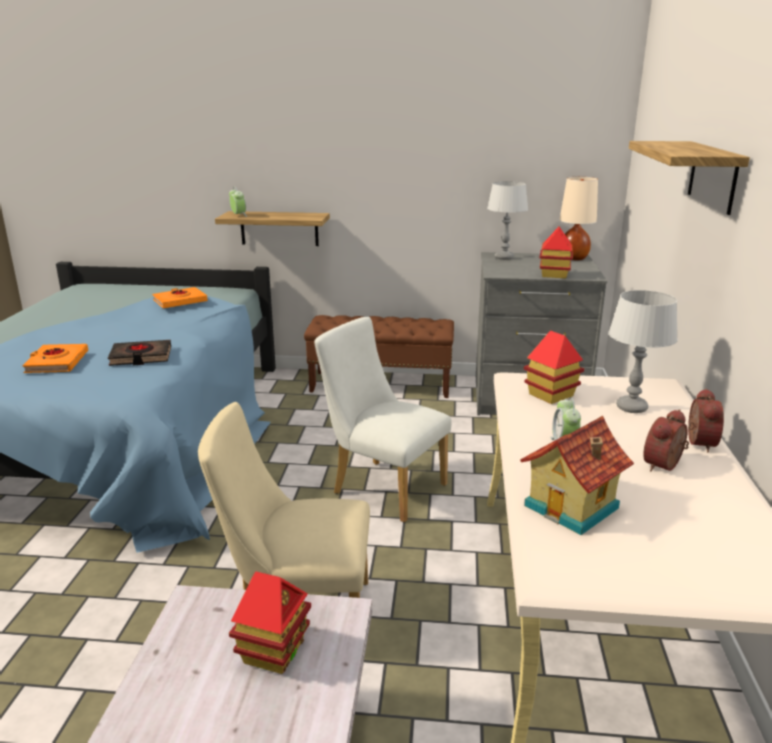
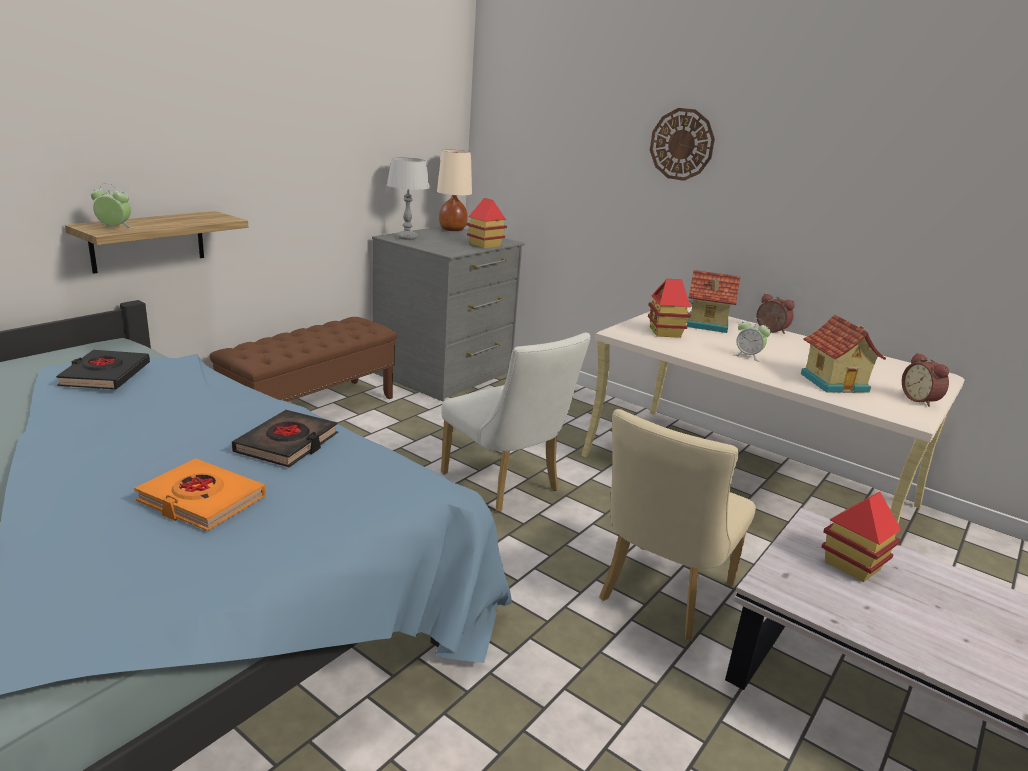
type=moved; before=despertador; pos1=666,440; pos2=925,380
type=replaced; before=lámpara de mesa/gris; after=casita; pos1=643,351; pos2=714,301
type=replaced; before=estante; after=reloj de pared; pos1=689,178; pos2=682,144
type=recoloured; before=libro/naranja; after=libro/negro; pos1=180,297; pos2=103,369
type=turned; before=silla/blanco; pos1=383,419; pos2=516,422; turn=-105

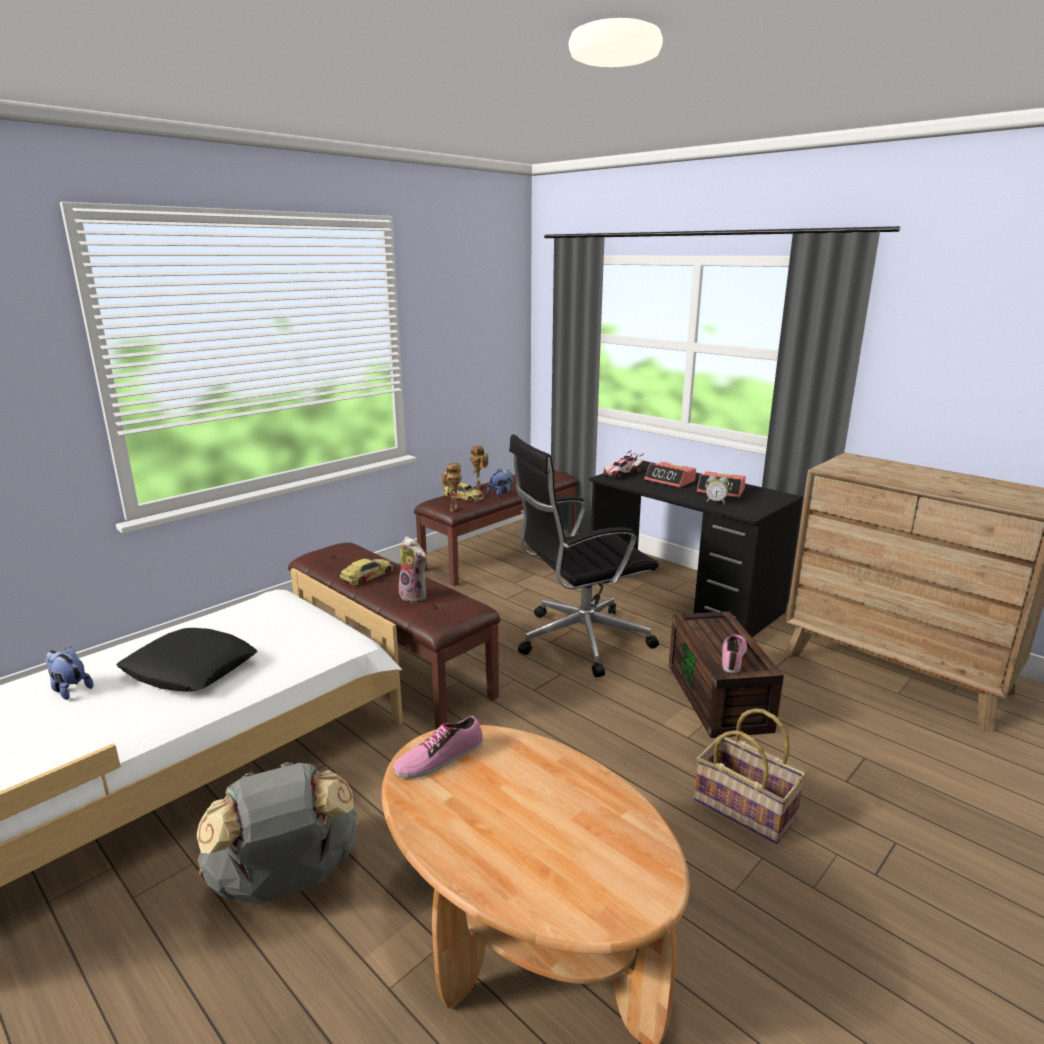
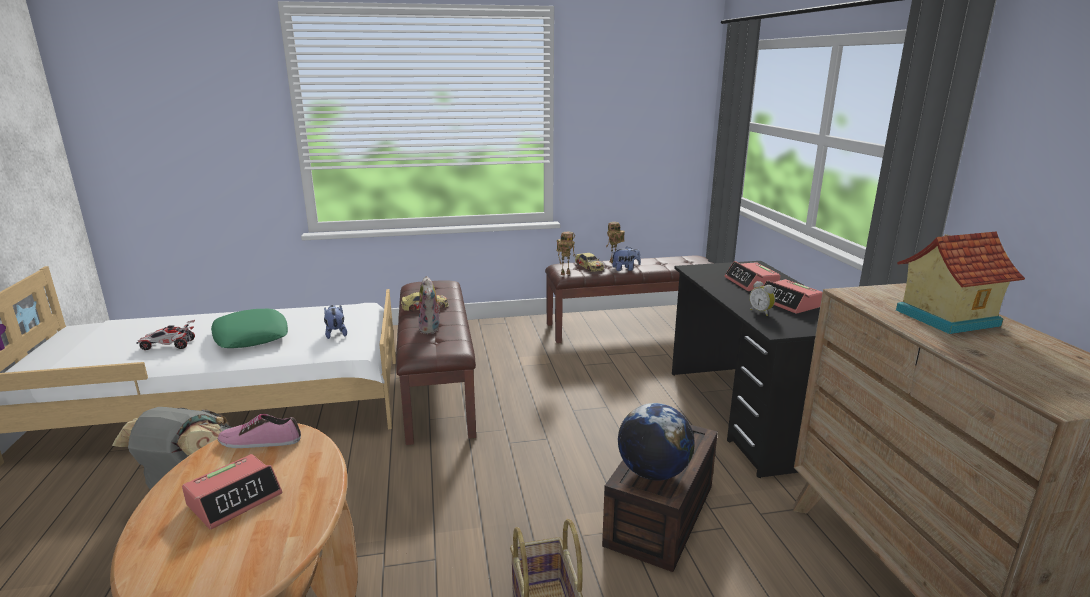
type=removed; before=silla de oficina/negro; pos1=584,555
type=added; after=despertador; pos2=232,492
type=added; after=casita; pos2=960,282
type=moved; before=peluche; pos1=69,673; pos2=335,322
type=moved; before=coche de juguete; pos1=623,464; pos2=165,335
type=replaced; before=zapato; after=globo terráqueo; pos1=734,654; pos2=656,441
type=recoloured; before=cojín/negro; after=cojín/verde; pos1=186,660; pos2=249,328

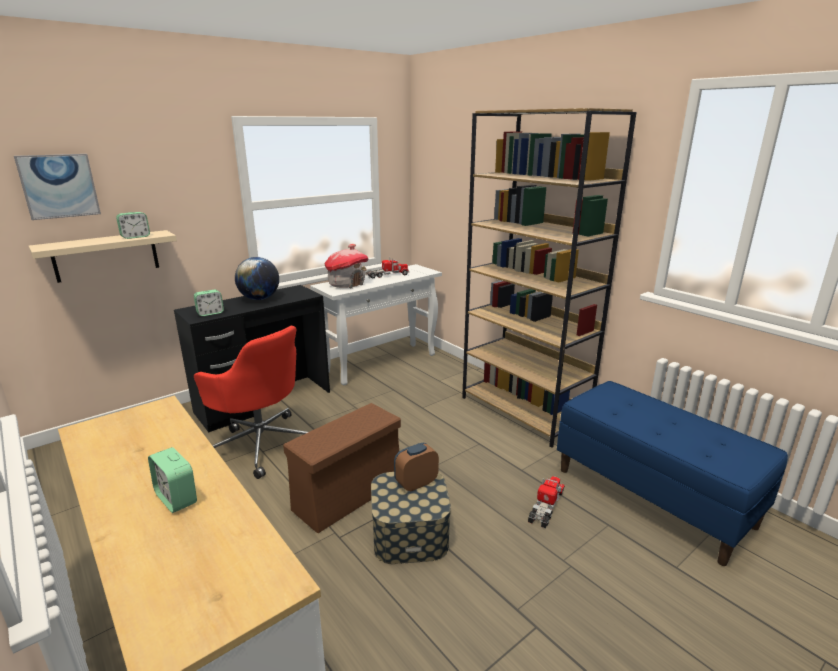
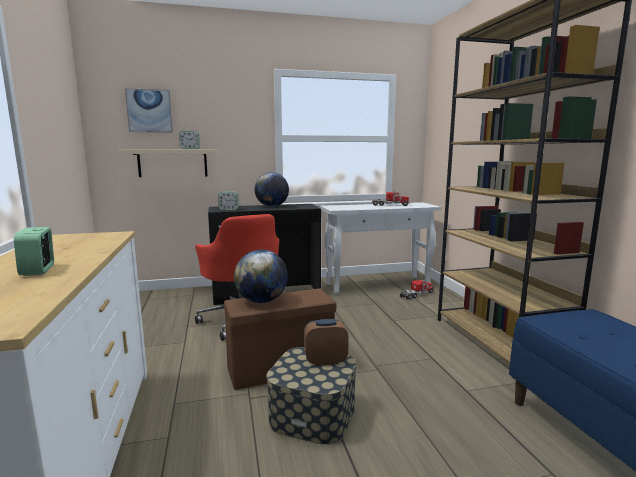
type=removed; before=casita; pos1=346,266
type=added; after=globo terráqueo; pos2=261,276
type=moved; before=camión de juguete; pos1=546,502; pos2=417,288

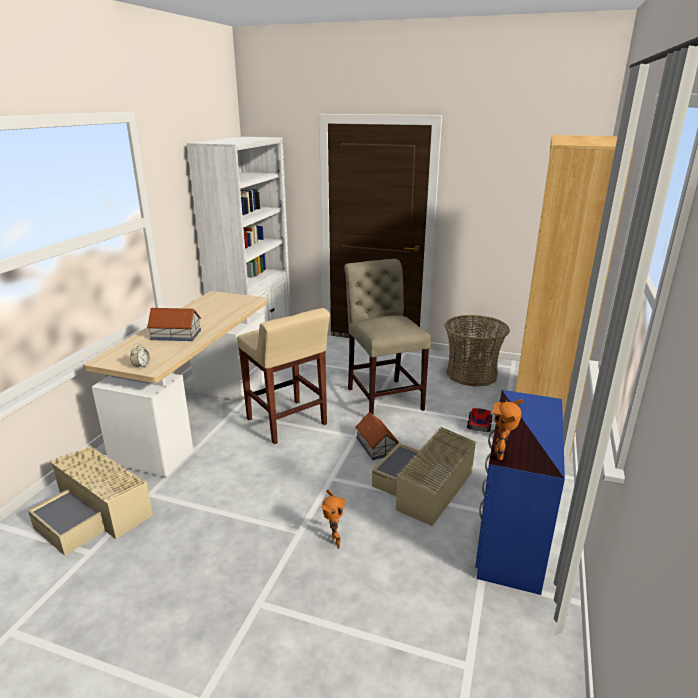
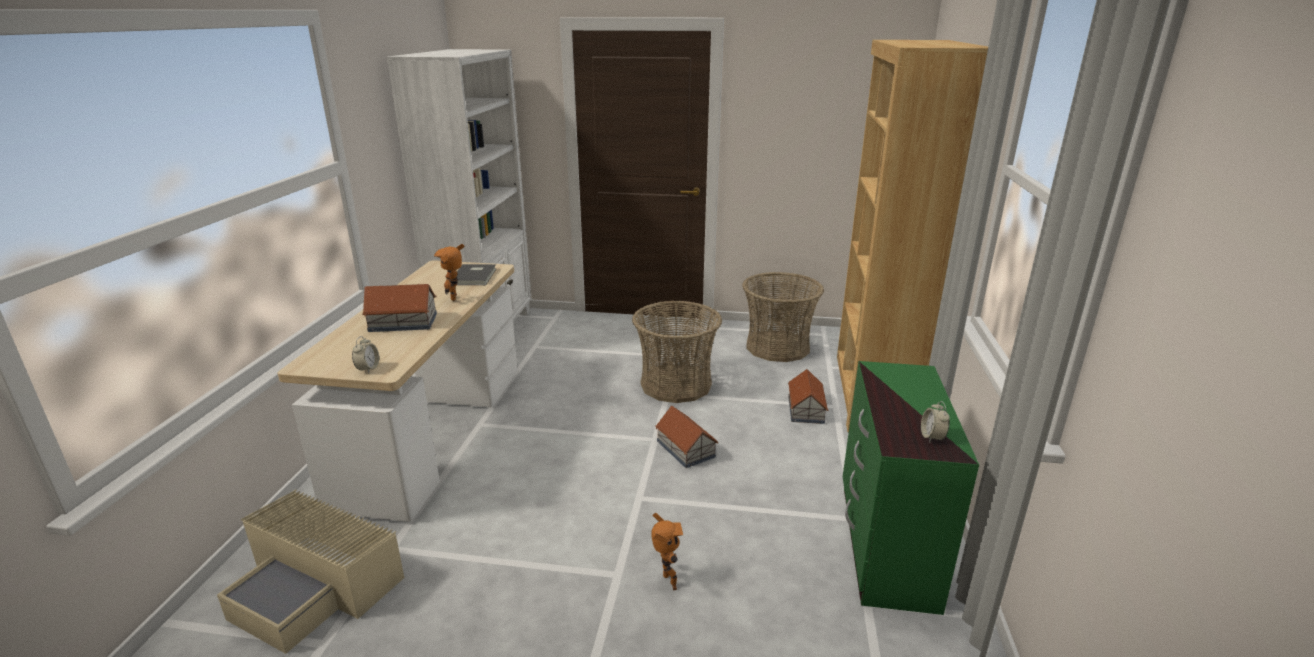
type=removed; before=taburete/beis; pos1=283,376
type=removed; before=caja de almacenaje/beis; pos1=424,476
type=added; after=libro/gris; pos2=476,274
type=added; after=despertador; pos2=935,421
type=moved; before=robot de juguete; pos1=508,430; pos2=449,272
type=replaced; before=silla/beis; after=cesta; pos1=387,337; pos2=677,352
type=replaced; before=coche de juguete; after=casita; pos1=479,420; pos2=808,396
type=recoloured; before=cómoda/azul; after=cómoda/verde; pos1=520,492; pos2=911,488

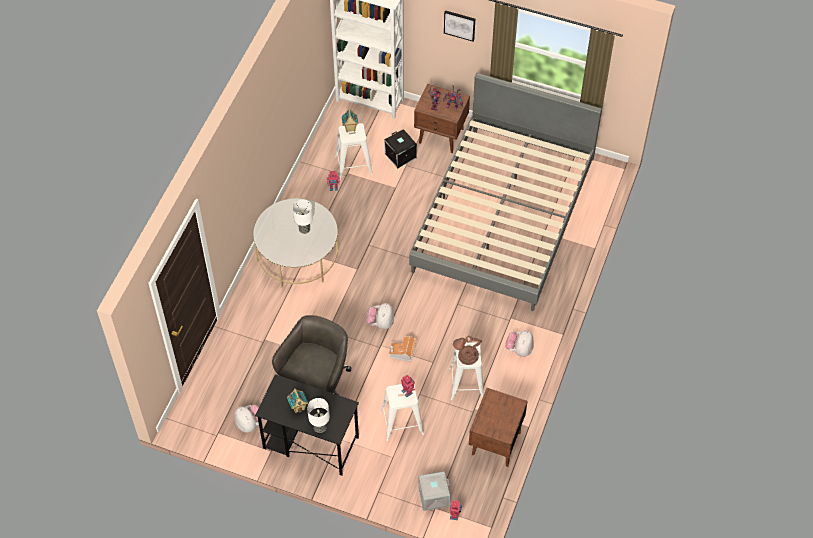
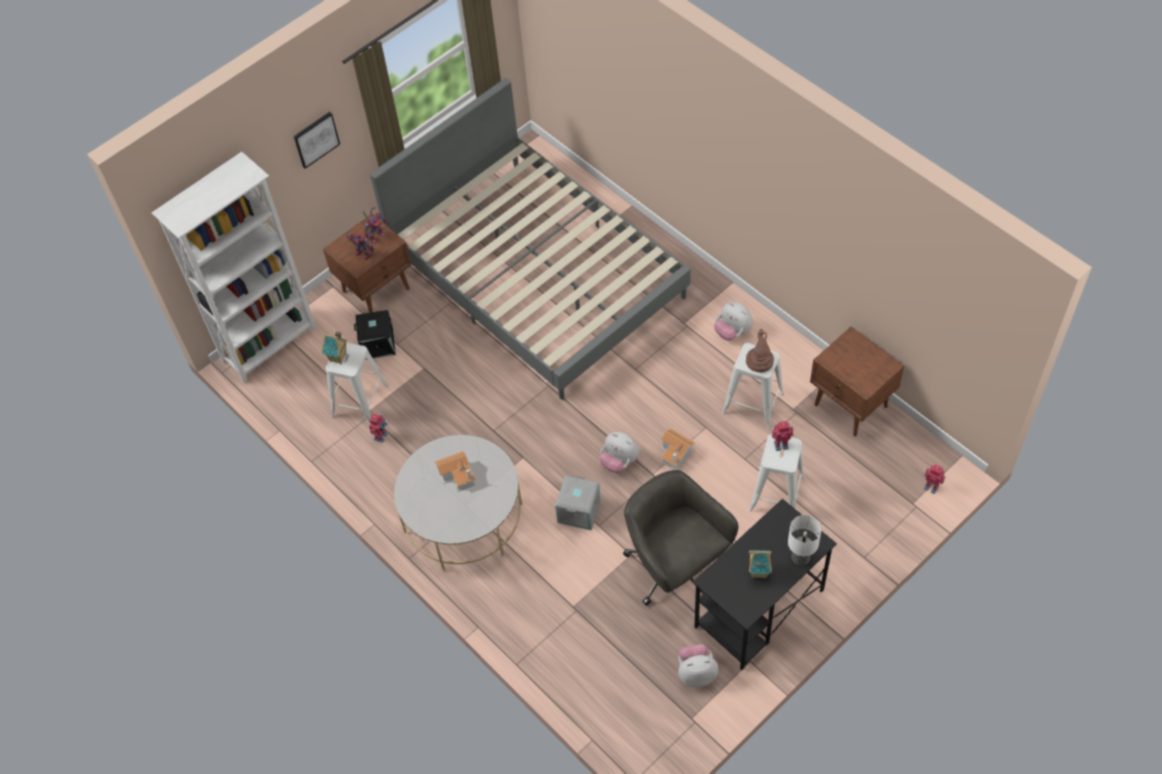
type=moved; before=caja de almacenaje/gris; pos1=434,491; pos2=578,503
type=replaced; before=lámpara de mesa; after=casita; pos1=303,216; pos2=454,471

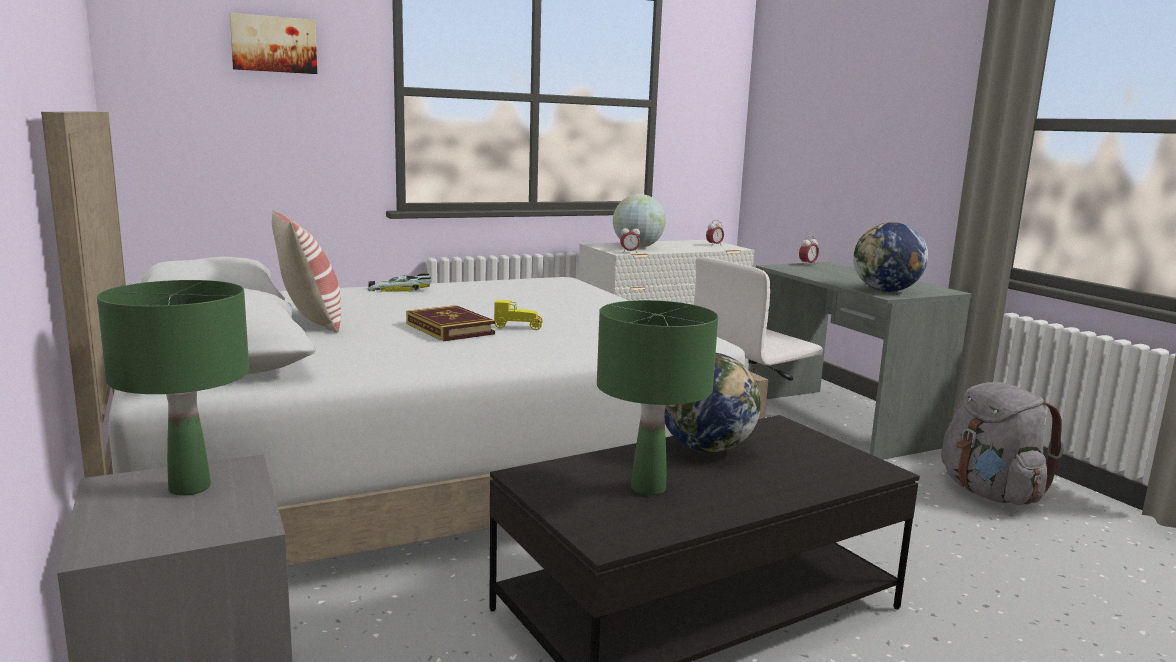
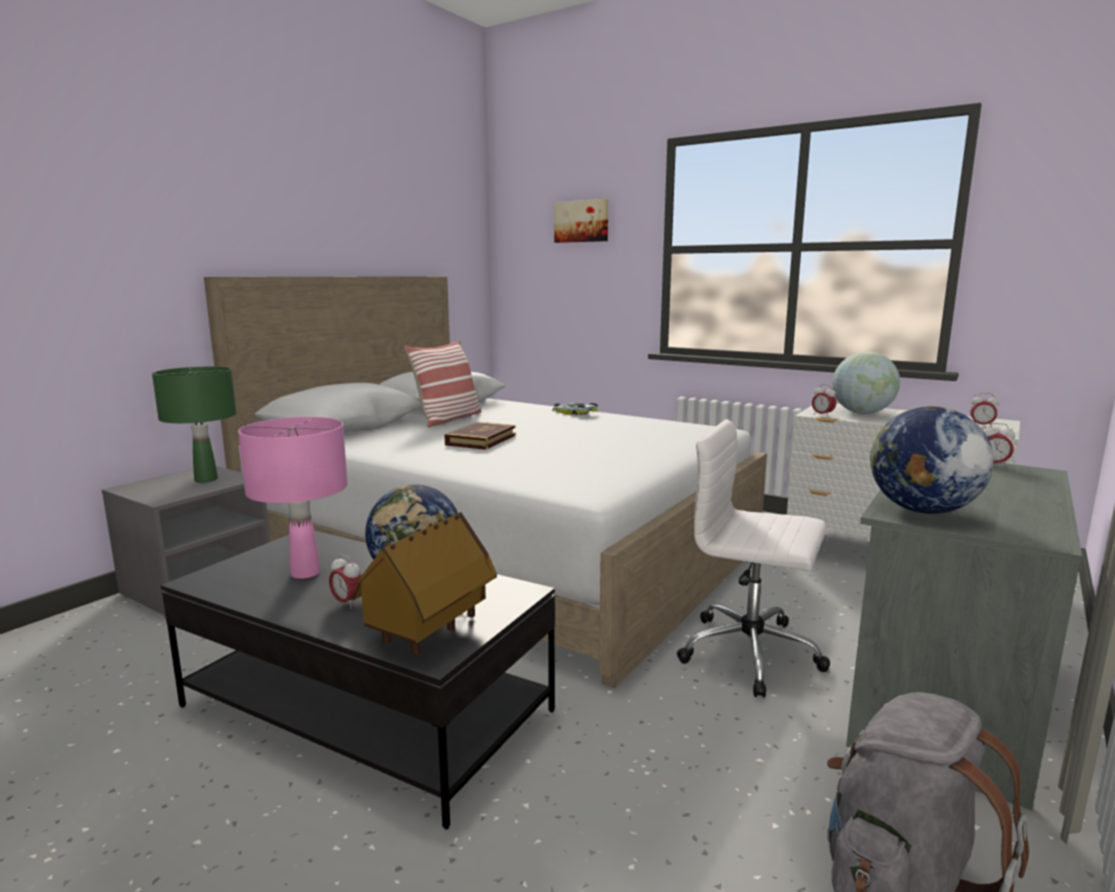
type=removed; before=coche de juguete/amarillo; pos1=518,315
type=added; after=despertador; pos2=345,582
type=added; after=casita; pos2=424,583
type=recoloured; before=lámpara de mesa/verde; after=lámpara de mesa/rosa; pos1=657,397; pos2=293,498

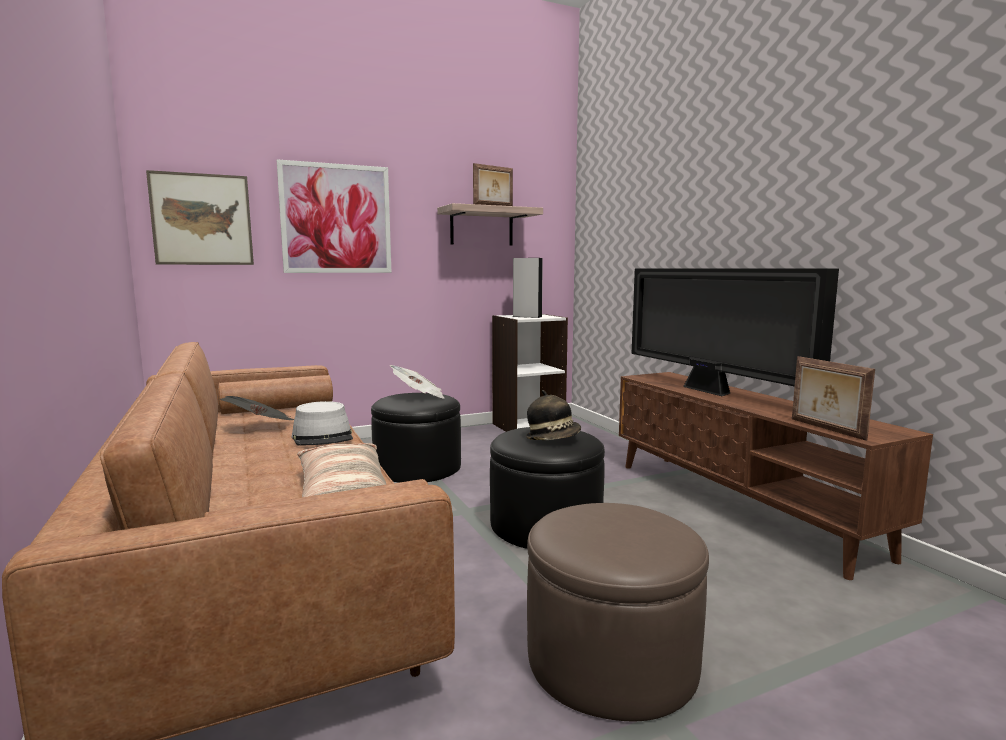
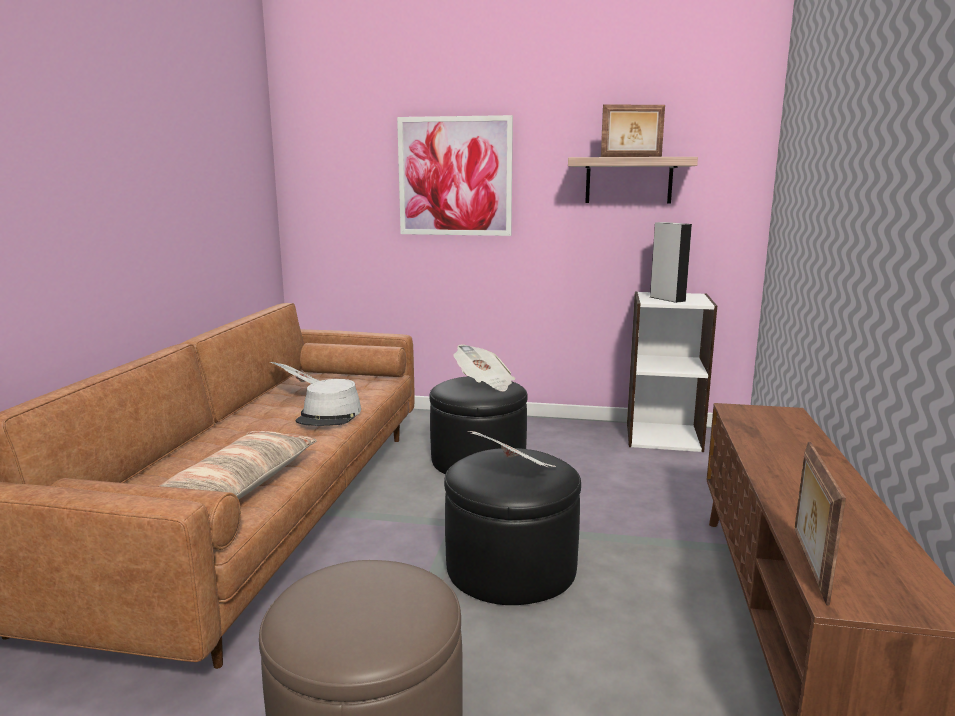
type=removed; before=cuadro; pos1=200,217
type=removed; before=televisor; pos1=735,332
type=replaced; before=sombrero; after=periódico; pos1=553,415; pos2=512,449

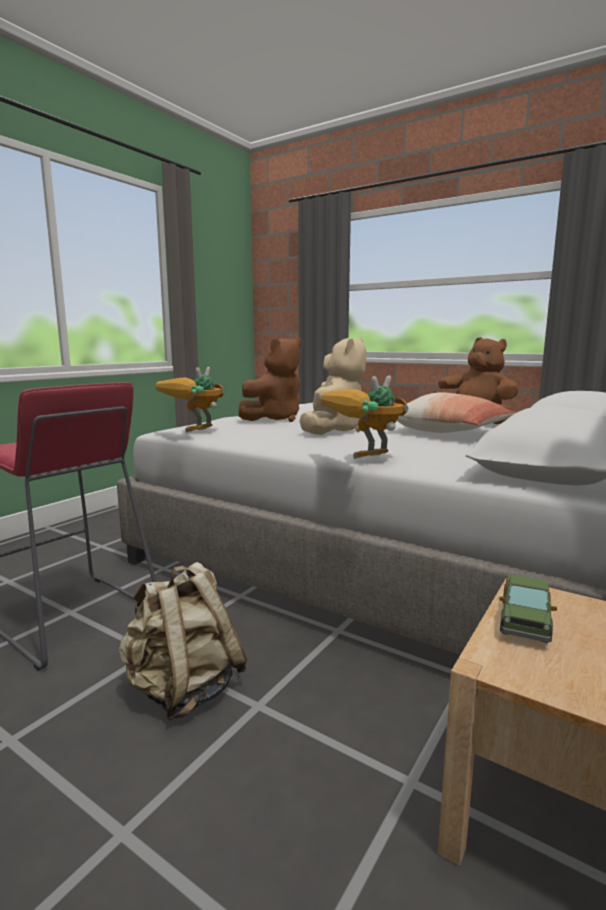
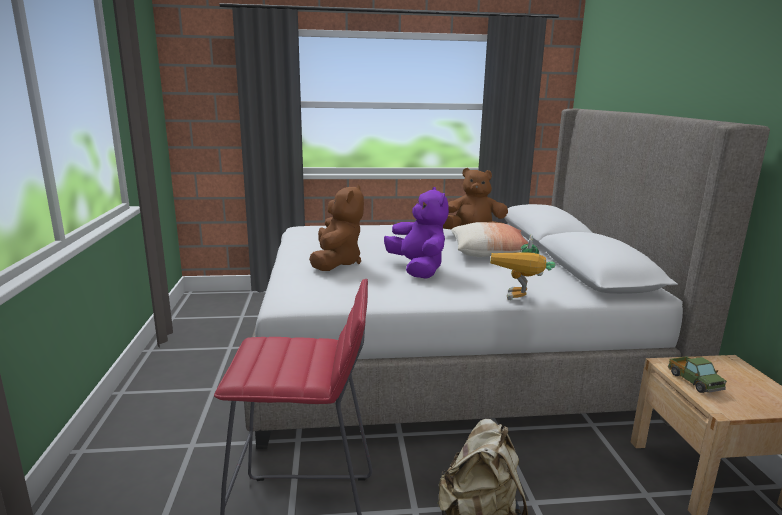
type=removed; before=robot de juguete; pos1=190,400
type=recoloured; before=peluche/beis; after=peluche/morado; pos1=332,386; pos2=416,233

